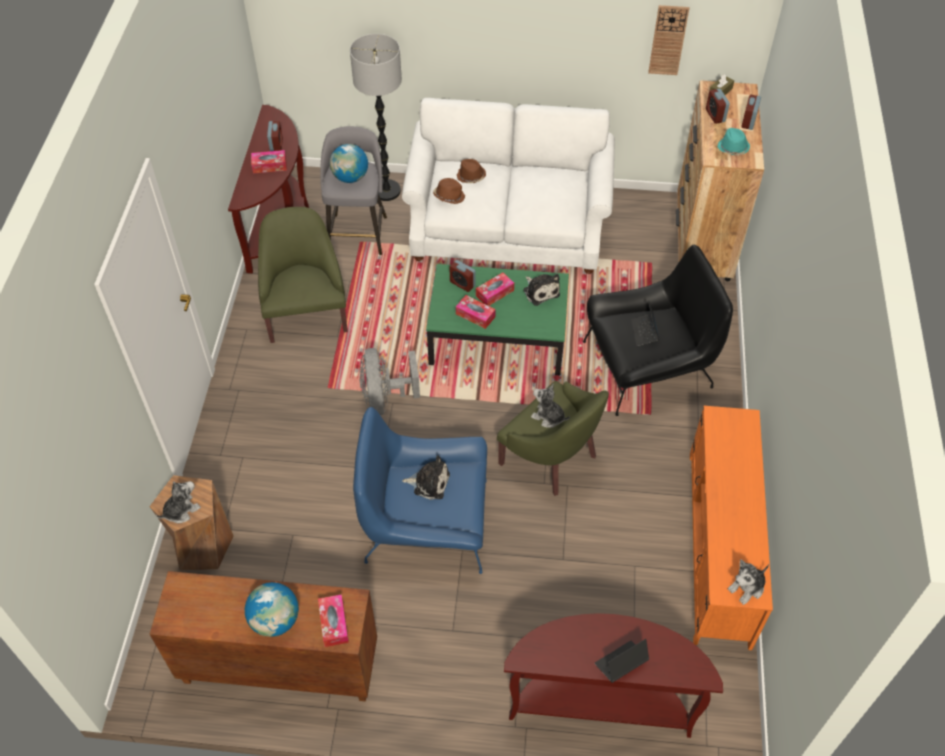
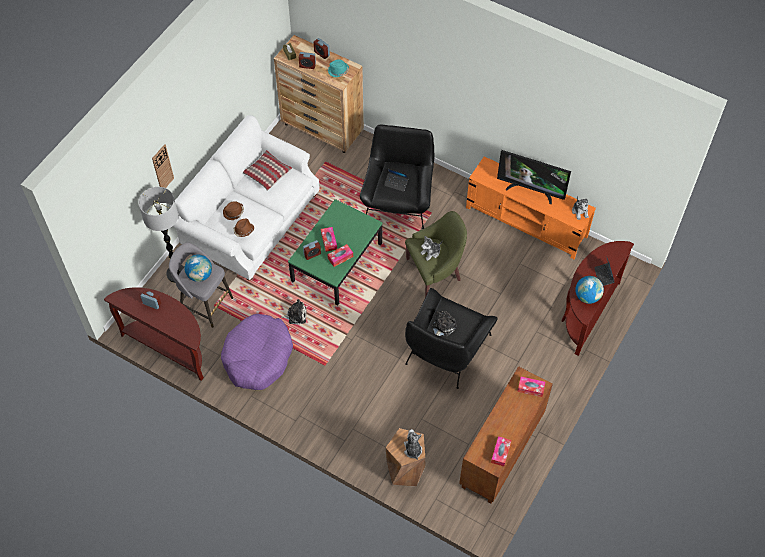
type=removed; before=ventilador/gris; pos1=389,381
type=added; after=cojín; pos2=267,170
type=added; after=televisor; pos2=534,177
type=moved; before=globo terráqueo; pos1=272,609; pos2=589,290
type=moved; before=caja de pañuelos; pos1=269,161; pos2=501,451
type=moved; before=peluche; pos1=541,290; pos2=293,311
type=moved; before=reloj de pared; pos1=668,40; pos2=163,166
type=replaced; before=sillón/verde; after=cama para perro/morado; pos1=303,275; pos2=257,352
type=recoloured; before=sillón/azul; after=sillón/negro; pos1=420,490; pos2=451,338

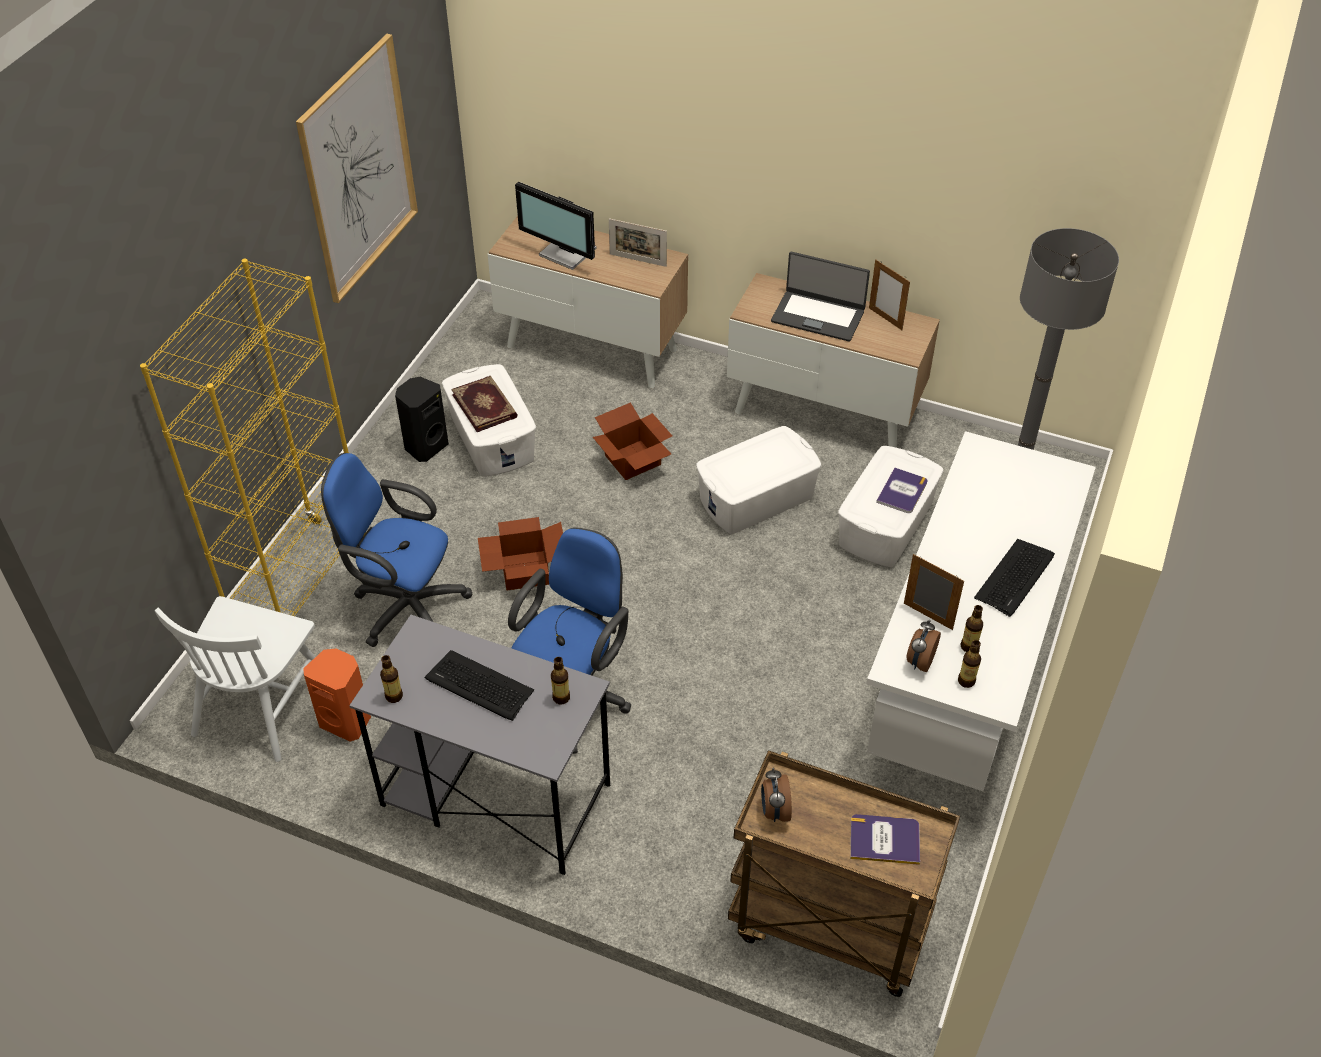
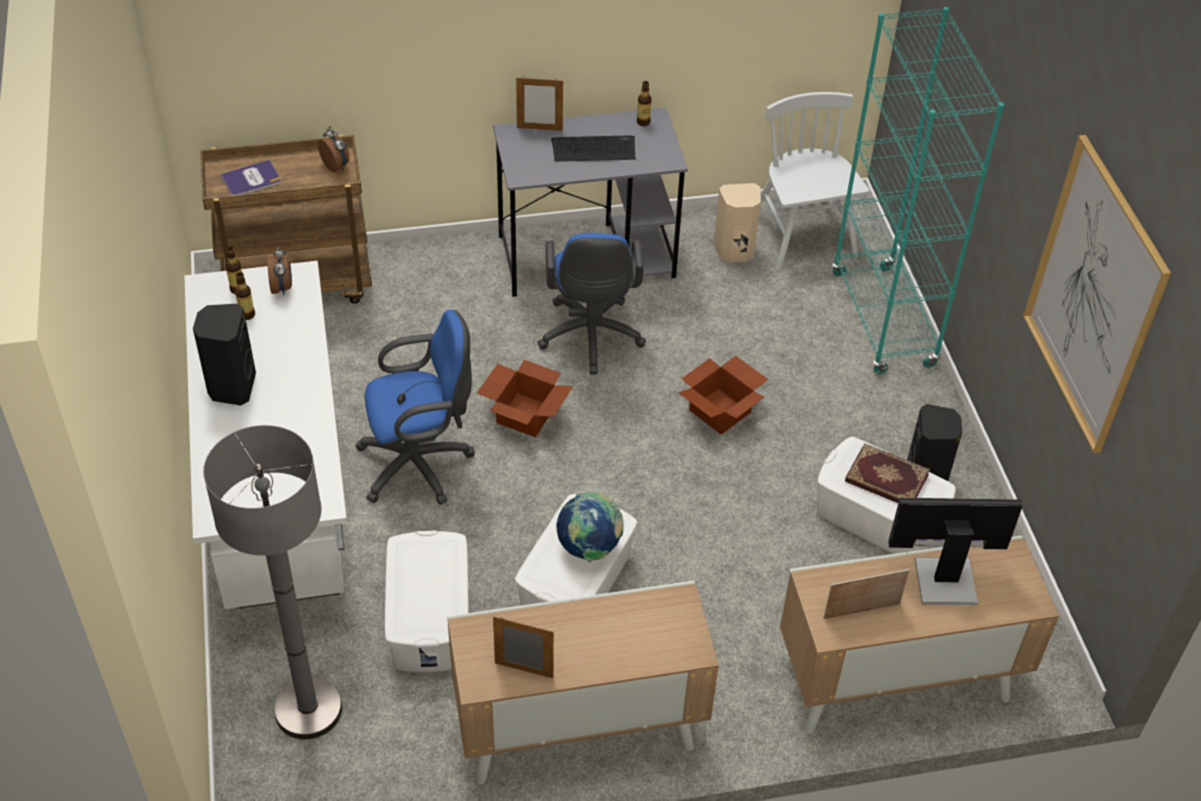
type=removed; before=botella; pos1=560,680
type=removed; before=portátil; pos1=820,296
type=removed; before=libro; pos1=901,490
type=added; after=globo terráqueo; pos2=590,526
type=moved; before=silla de oficina/azul; pos1=397,550; pos2=415,407
type=moved; before=caja de cartón; pos1=632,441; pos2=525,399
type=moved; before=portarretratos; pos1=934,592; pos2=539,104
type=replaced; before=teclado; after=altavoz/negro; pos1=1014,578; pos2=224,354
type=recoloured; before=estantería/amarillo; after=estantería/turquesa; pos1=253,437; pos2=918,190
type=recoloured; before=altavoz/naranja; after=altavoz/beis; pos1=337,695; pos2=737,223

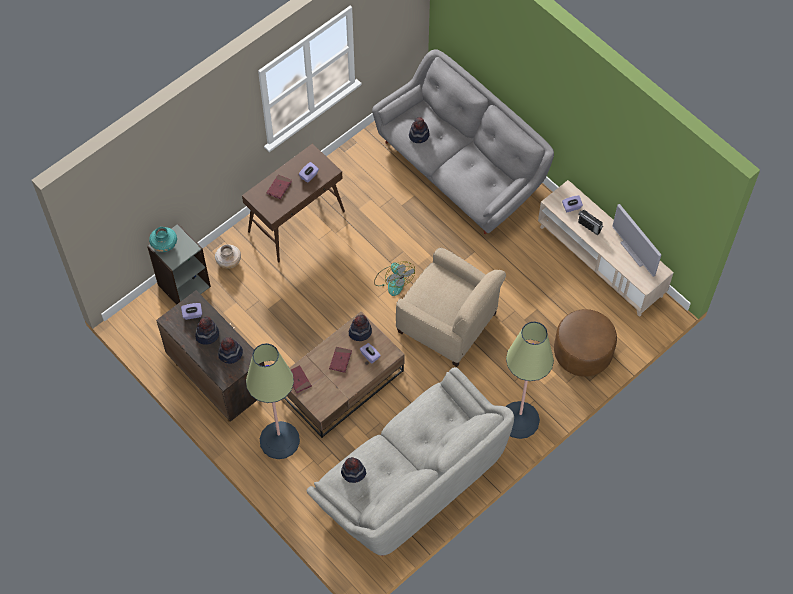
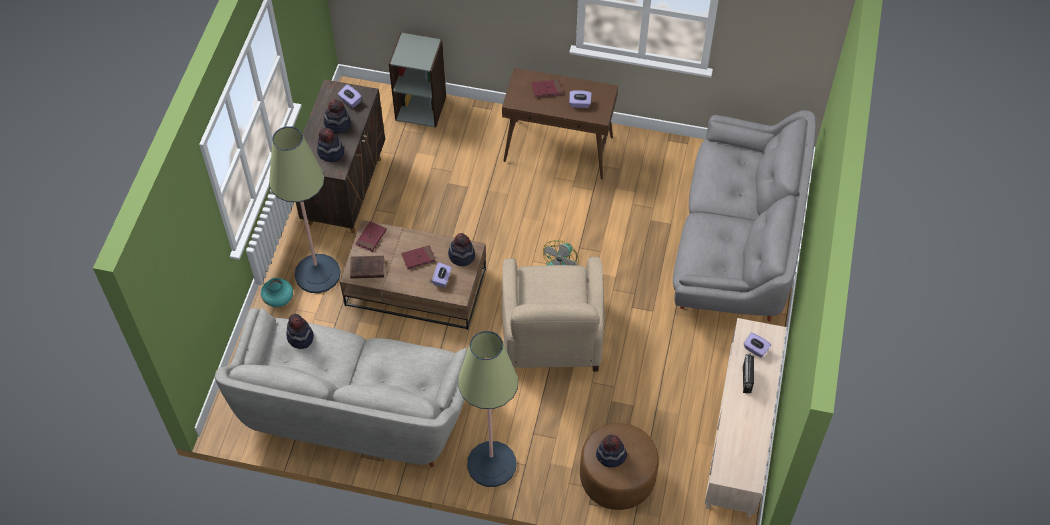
type=removed; before=florero/beis; pos1=228,257
type=removed; before=televisor; pos1=637,240
type=added; after=libro/marrón; pos2=367,267
type=moved; before=florero/turquesa; pos1=163,239; pos2=277,292
type=moved; before=sombrero; pos1=419,130; pos2=611,451

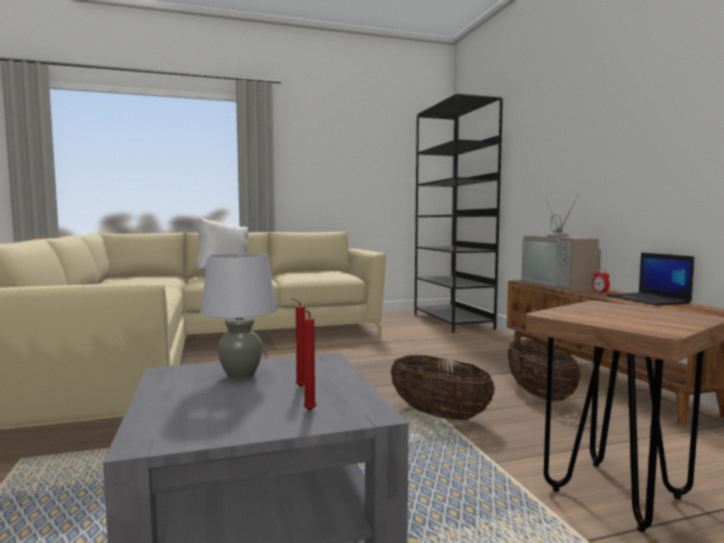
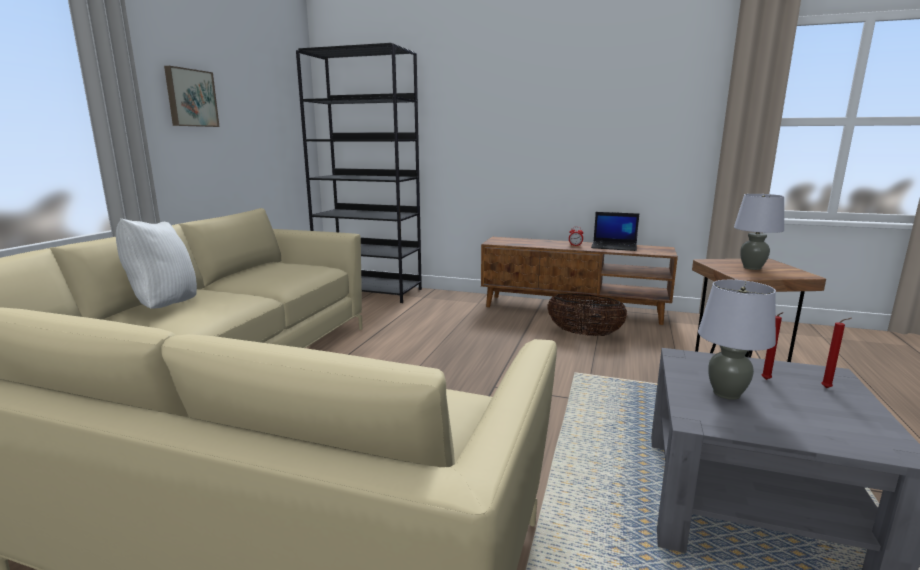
type=removed; before=cesta; pos1=443,387
type=removed; before=televisor; pos1=561,243
type=added; after=cuadro; pos2=192,96
type=added; after=lámpara de mesa/gris; pos2=759,232

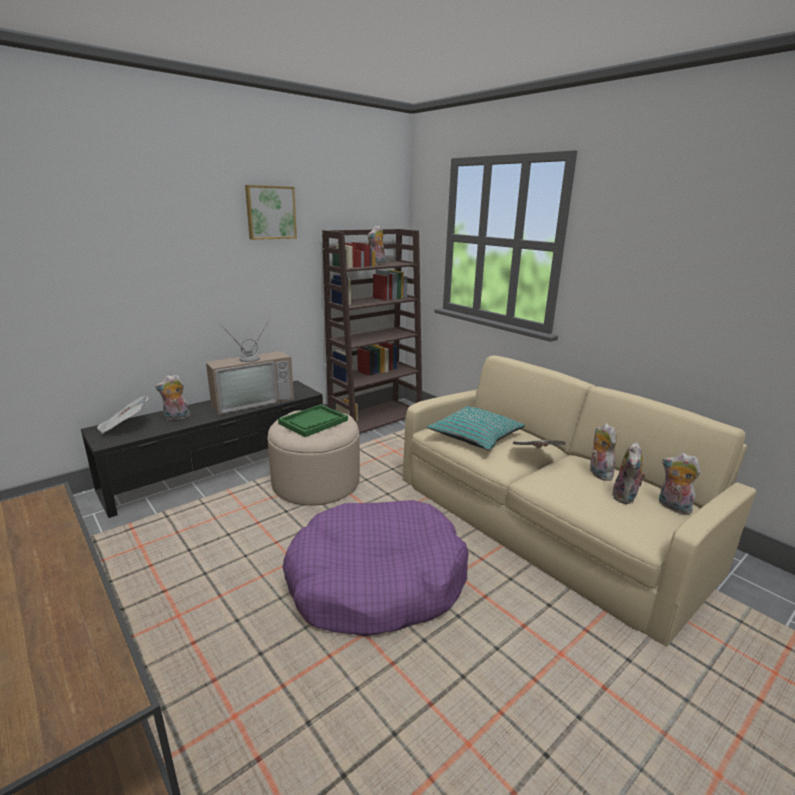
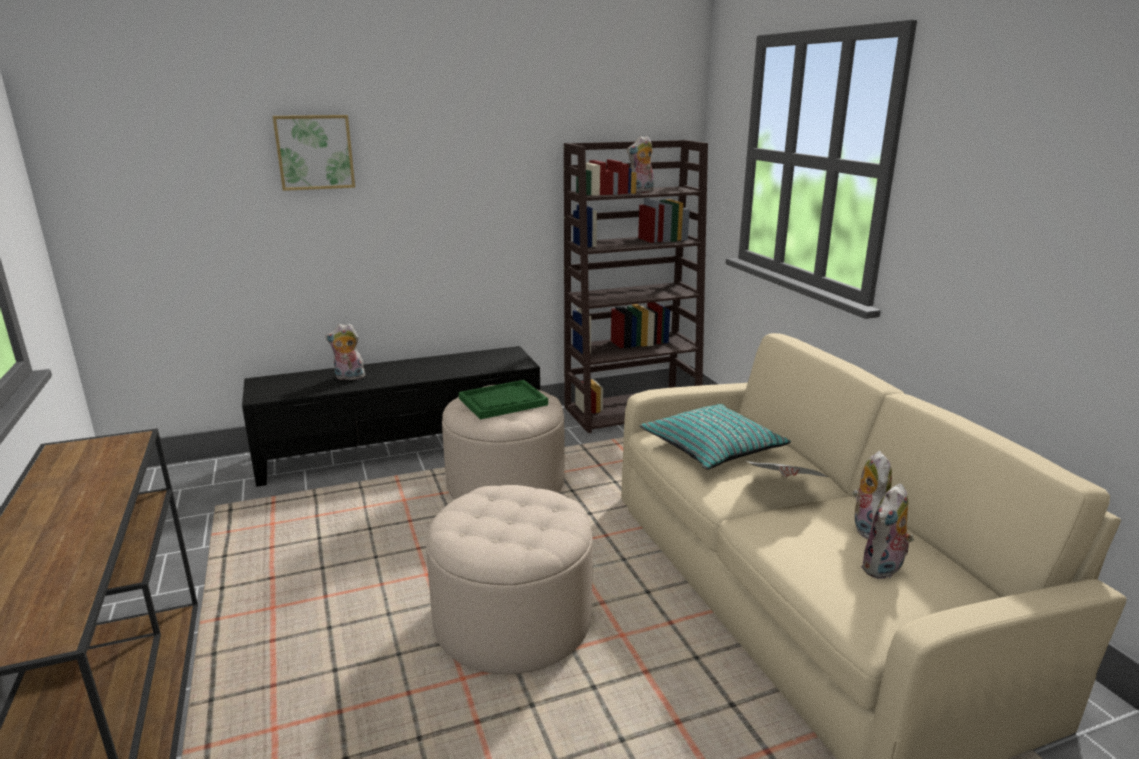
type=removed; before=periódico; pos1=122,415
type=removed; before=televisor; pos1=250,367
type=removed; before=peluche; pos1=680,483
type=moved; before=cuadro; pos1=271,212; pos2=314,153
type=replaced; before=cama para perro/morado; after=puf/beis; pos1=376,568; pos2=509,579

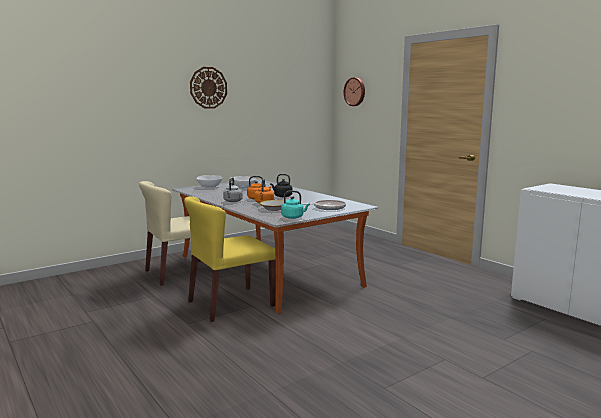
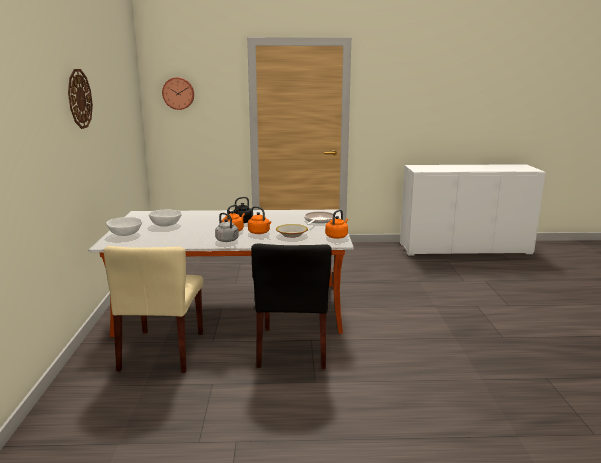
type=recoloured; before=silla/amarillo; after=silla/negro; pos1=230,259; pos2=291,306
type=recoloured; before=hervidor/turquesa; after=hervidor/naranja; pos1=295,204; pos2=336,224

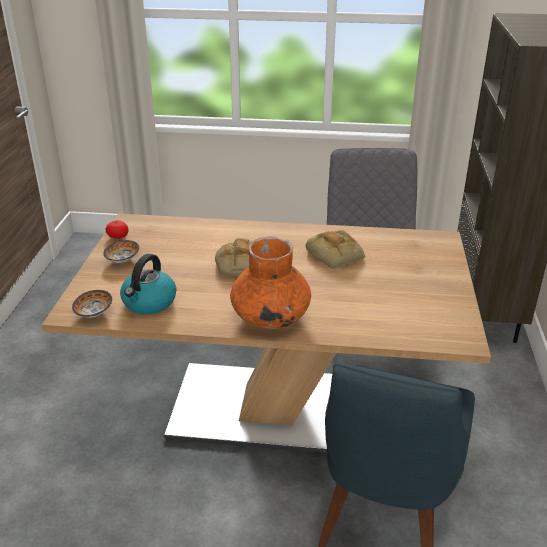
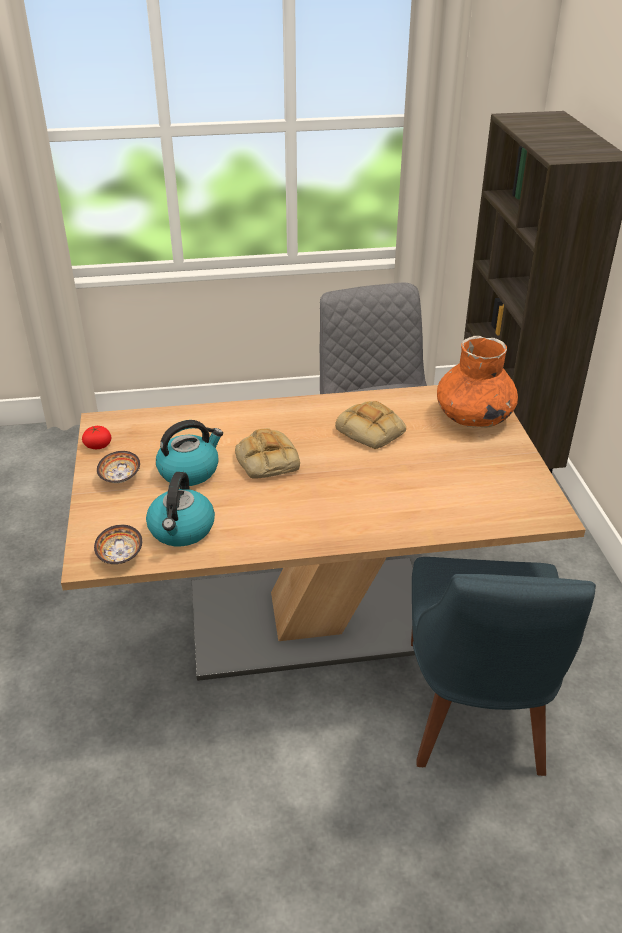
type=added; after=hervidor; pos2=189,453
type=moved; before=florero/naranja; pos1=270,282; pos2=477,382

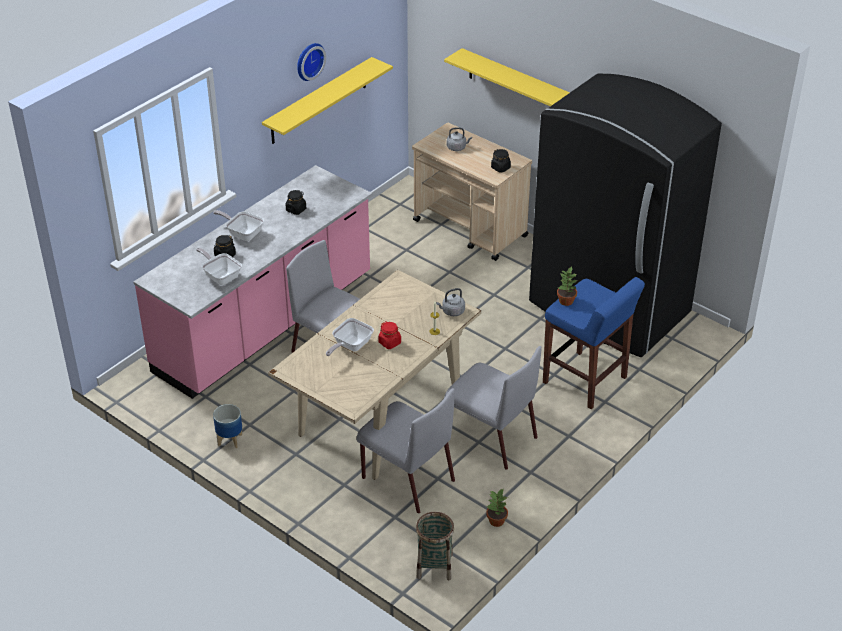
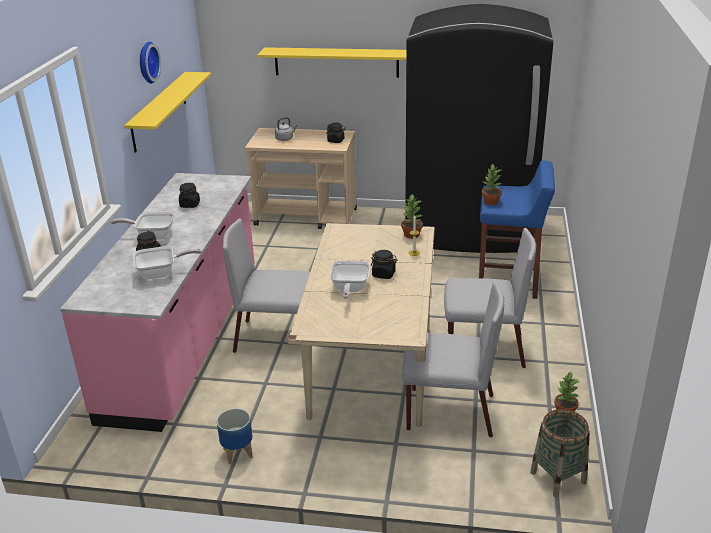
type=replaced; before=hervidor/gris; after=planta en maceta; pos1=450,302; pos2=412,216
type=recoloured; before=tarro/rojo; after=tarro/negro; pos1=389,335; pos2=384,264
type=turned; before=sartén; pos1=219,266; pos2=167,262; turn=150

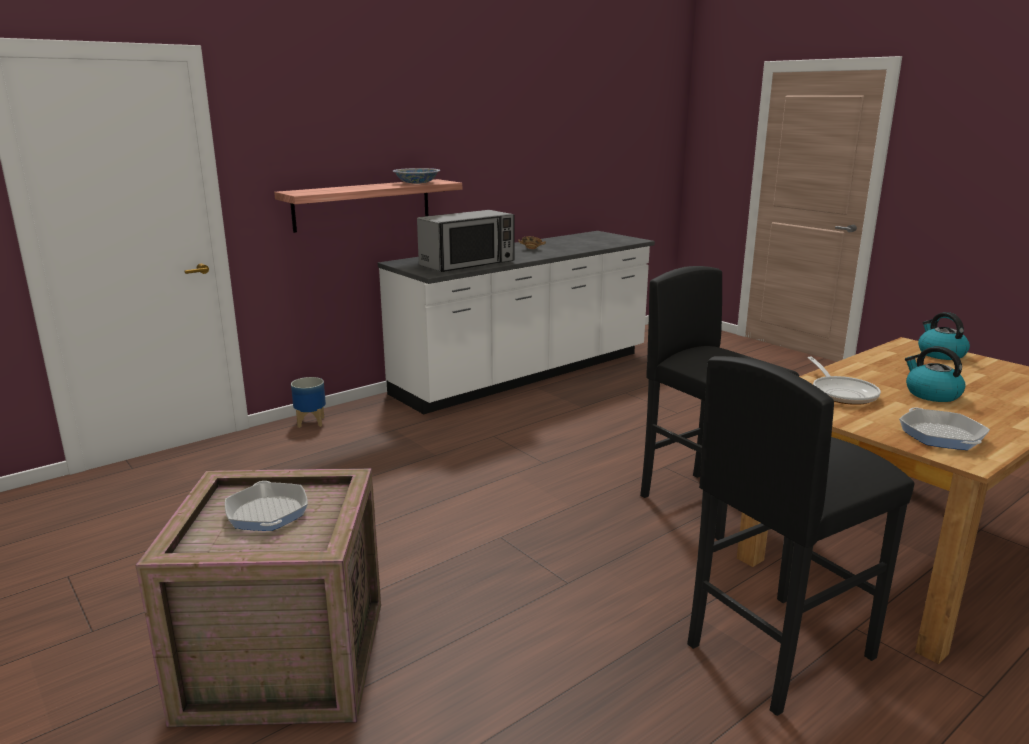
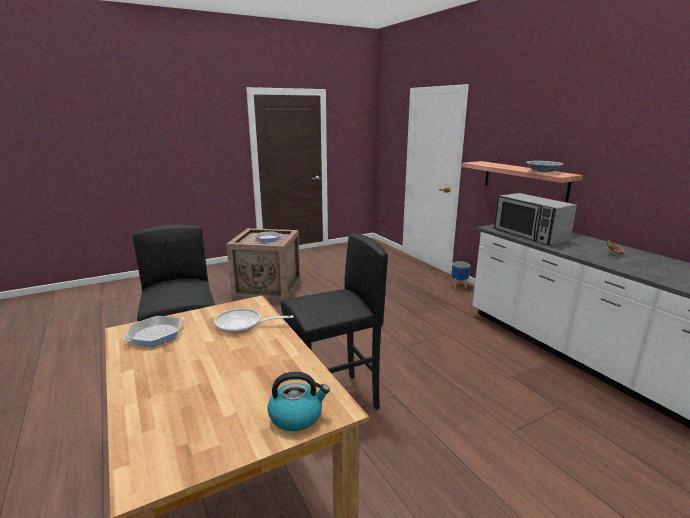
type=removed; before=hervidor; pos1=935,374
type=turned; before=sartén; pos1=944,428; pos2=153,331; turn=135

